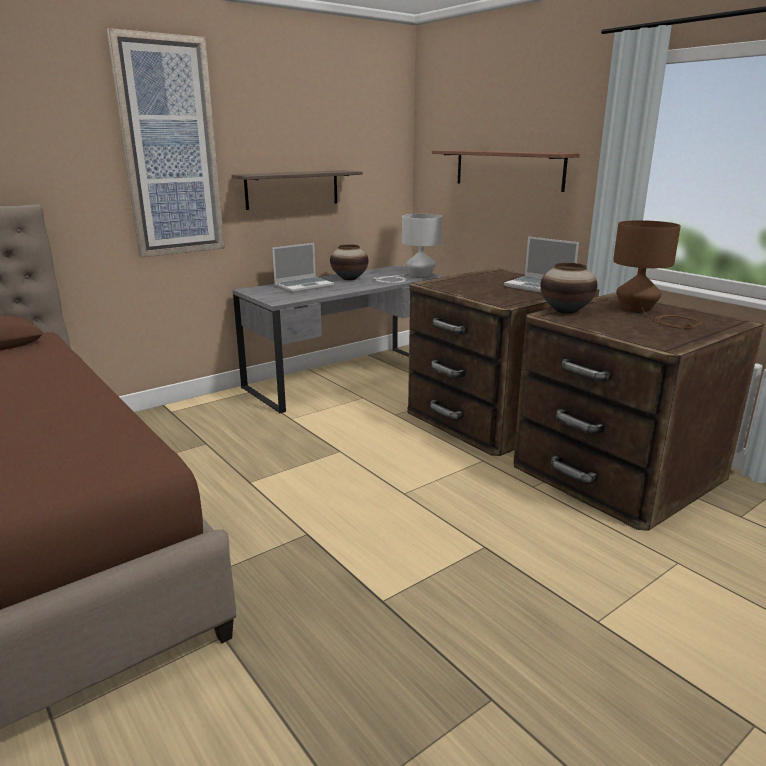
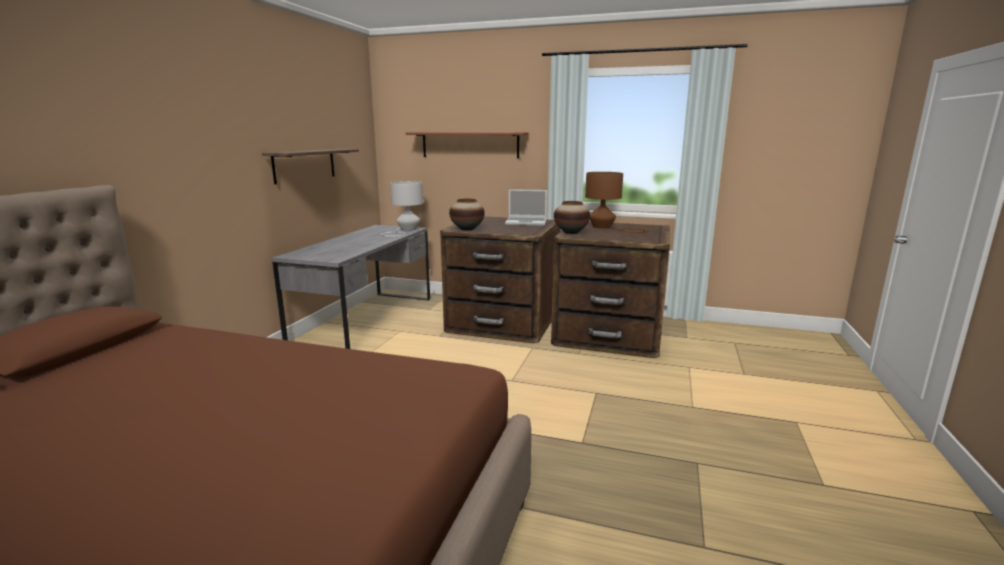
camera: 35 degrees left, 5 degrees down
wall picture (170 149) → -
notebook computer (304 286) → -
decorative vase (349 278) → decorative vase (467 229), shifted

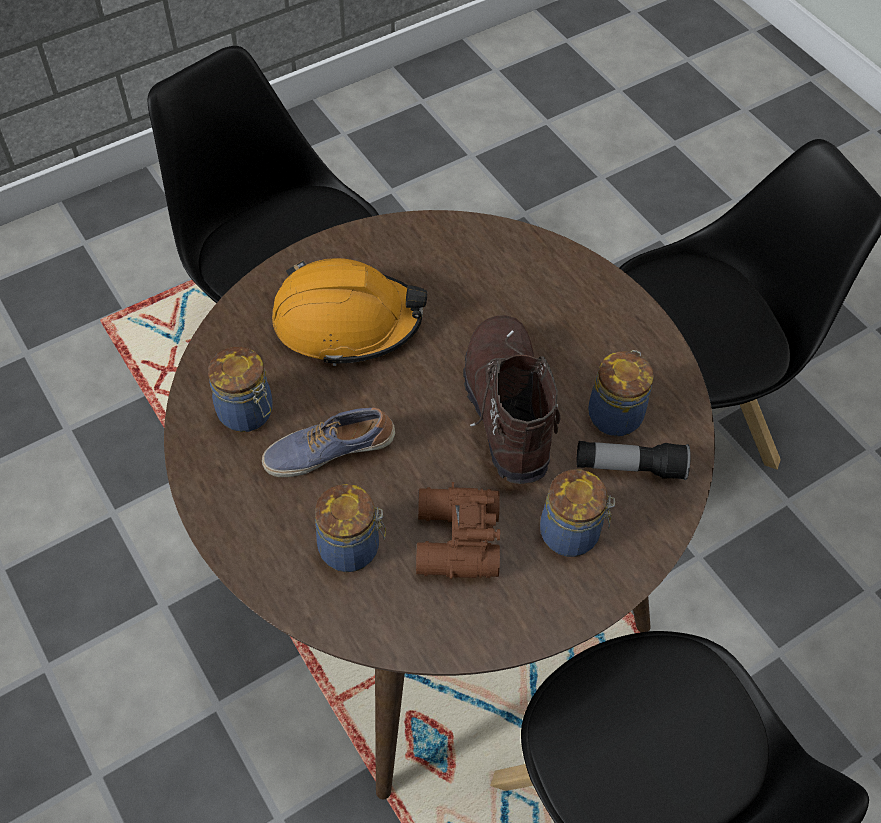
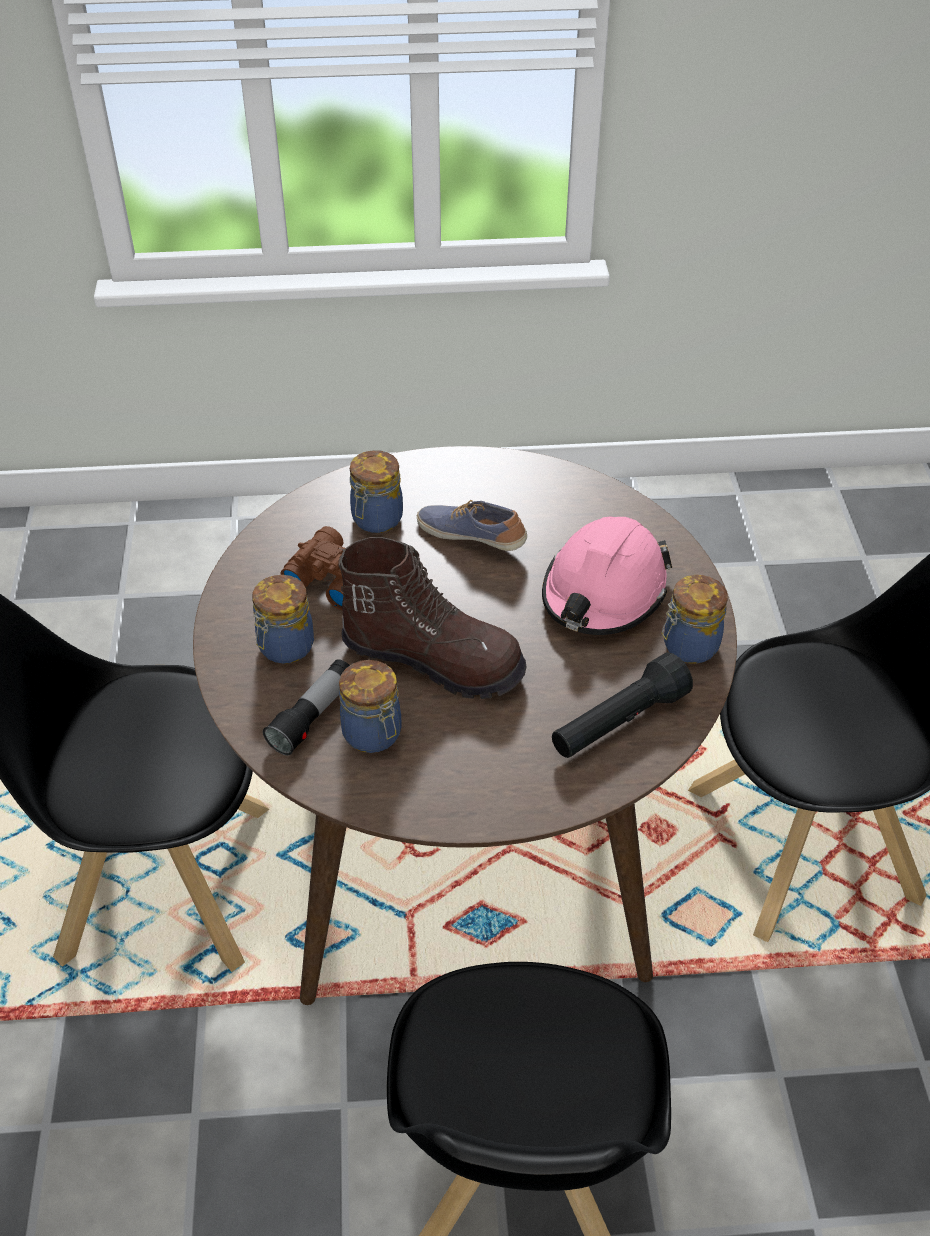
camera: 120 degrees right, 10 degrees down
jar (247 413) → jar (688 646), shifted
item of footwear (329 451) → item of footwear (472 536), 75 degrees counterclockwise
orange hard hat (347 322) → pinkish hard hat (603 592)
- → blackish torch (618 723)

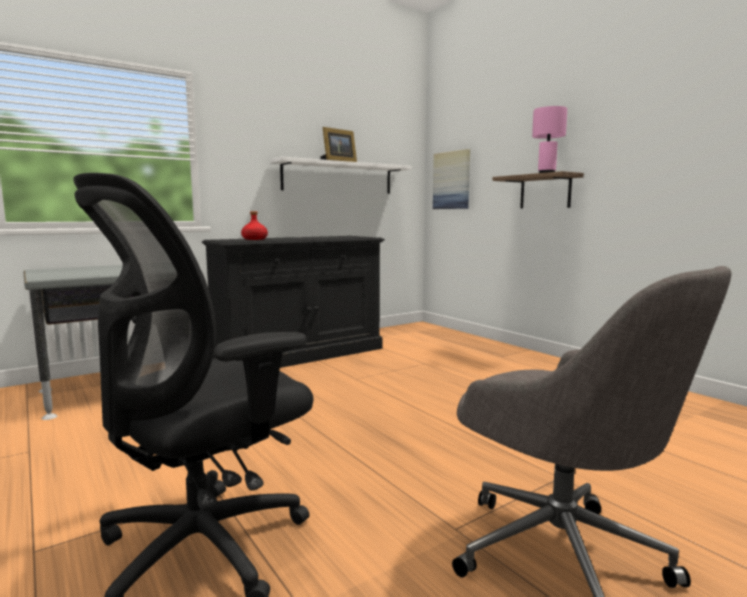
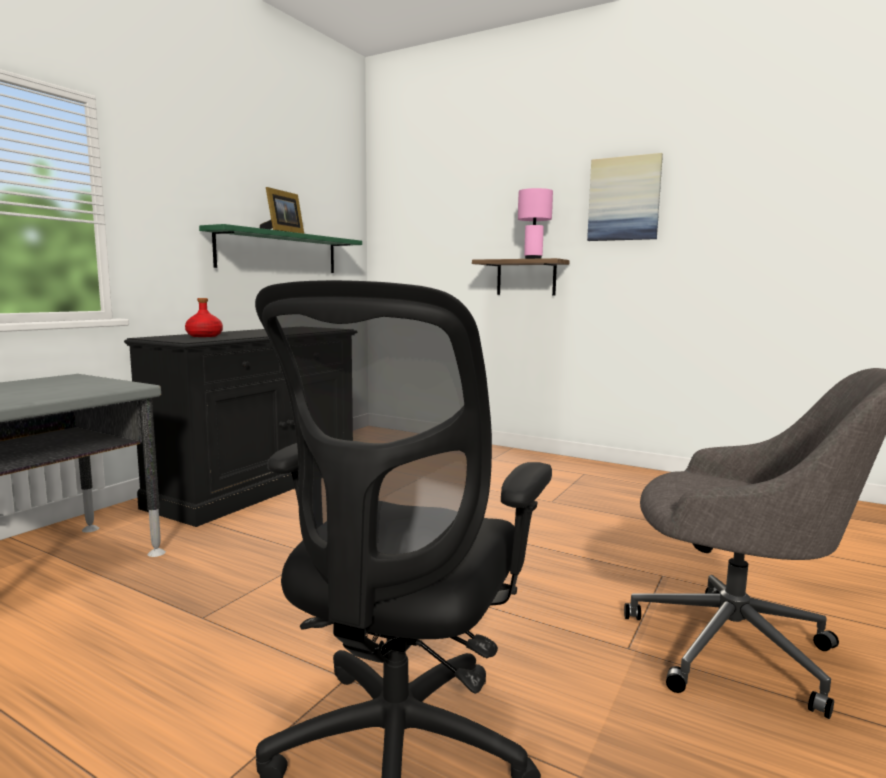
camera: 25 degrees left, 0 degrees up
white-coloured wall shelf (338 178) → greenish wall shelf (279 252)
wall picture (452 180) → wall picture (624 199), shifted

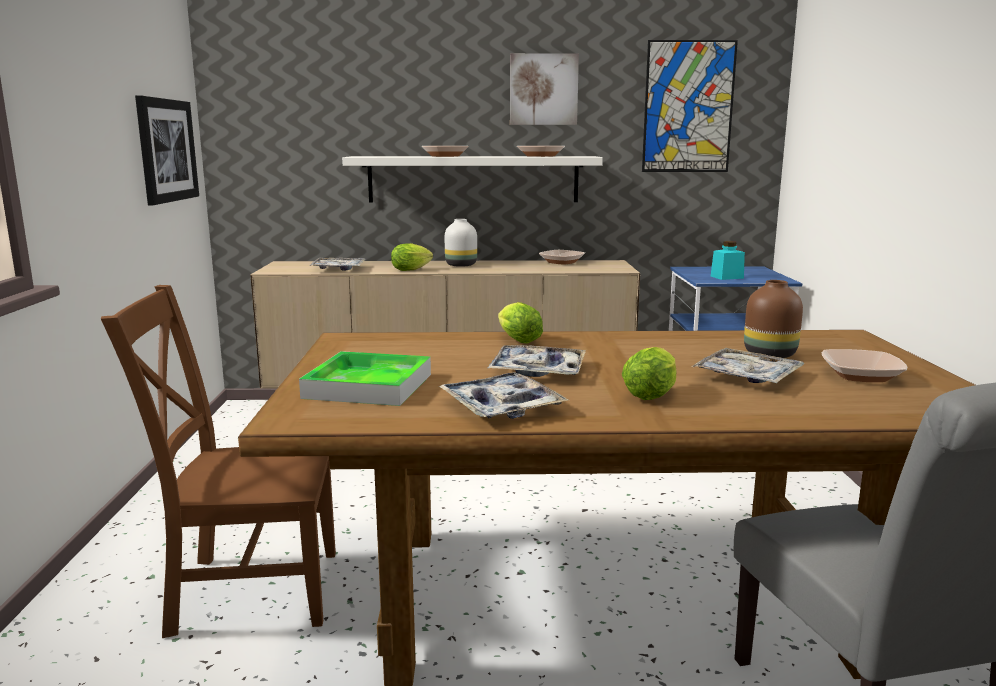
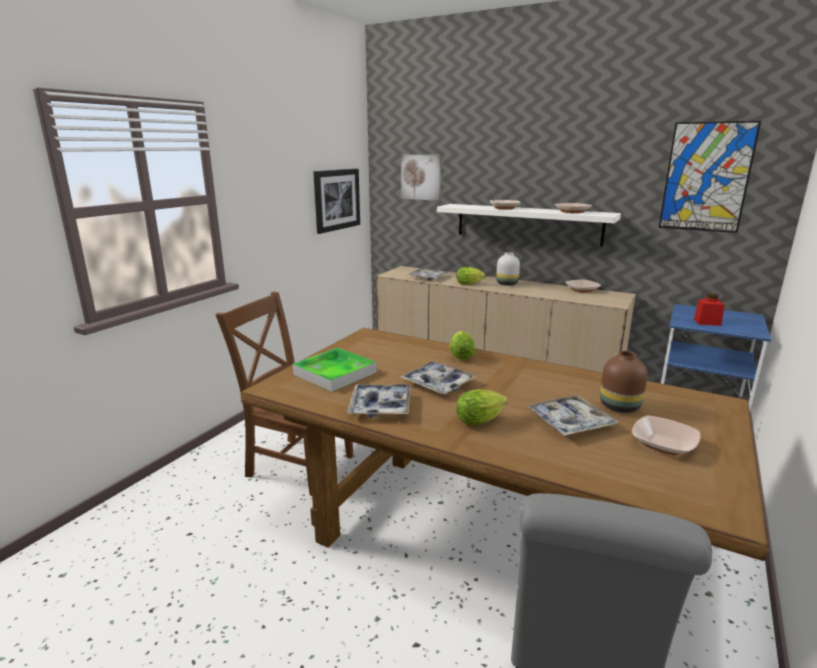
camera: 30 degrees right, 5 degrees up
wall picture (543 89) → wall picture (421 177), shifted
turquoise jar (727 277) → red-coloured jar (707 322)

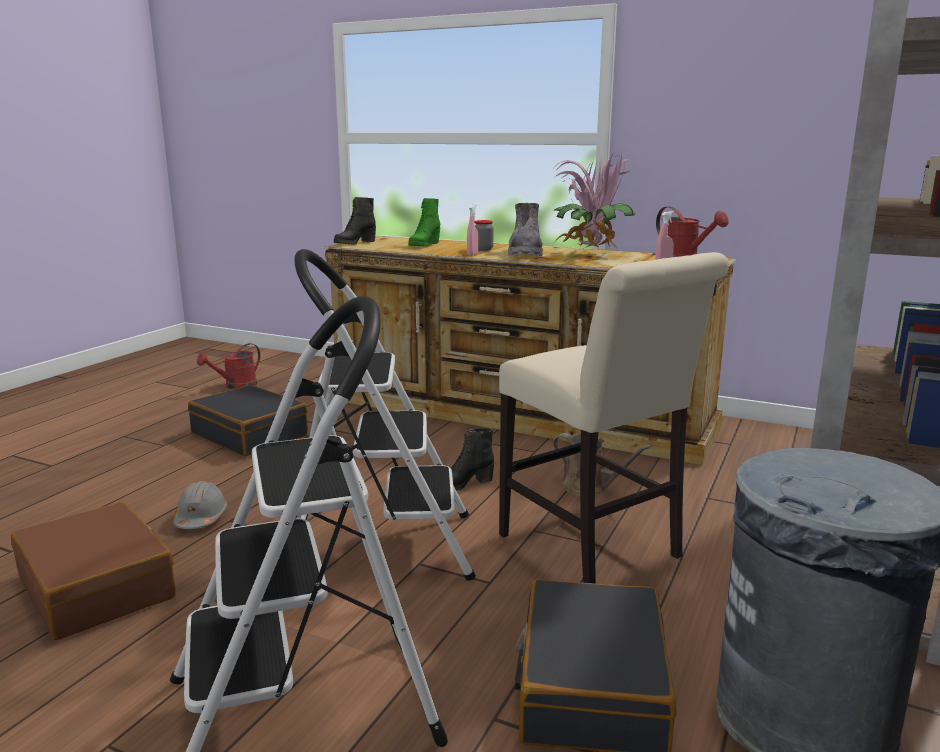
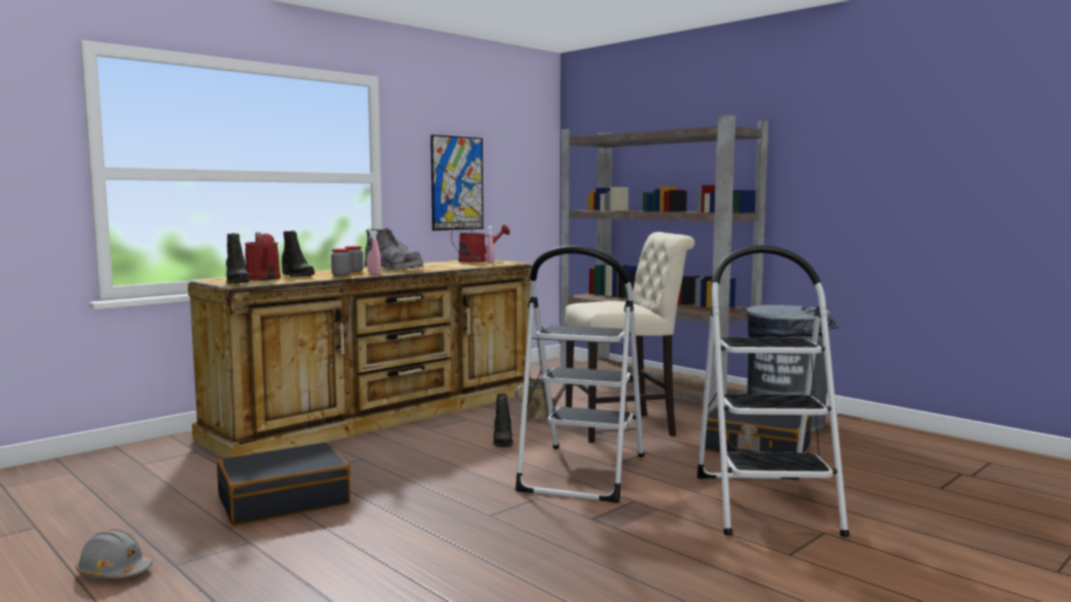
camera: 70 degrees left, 10 degrees down
brown-coloured piece of luggage (97 587) → -
greyish hard hat (201 518) → greyish hard hat (114 571), shifted
red-coloured sprinkling can (236 386) → red-coloured sprinkling can (264 279), shifted
greenish boot (423 245) → blackish boot (297 276)
houseplant (590 255) → -
- → jar (341 276)
- → wall picture (457 183)

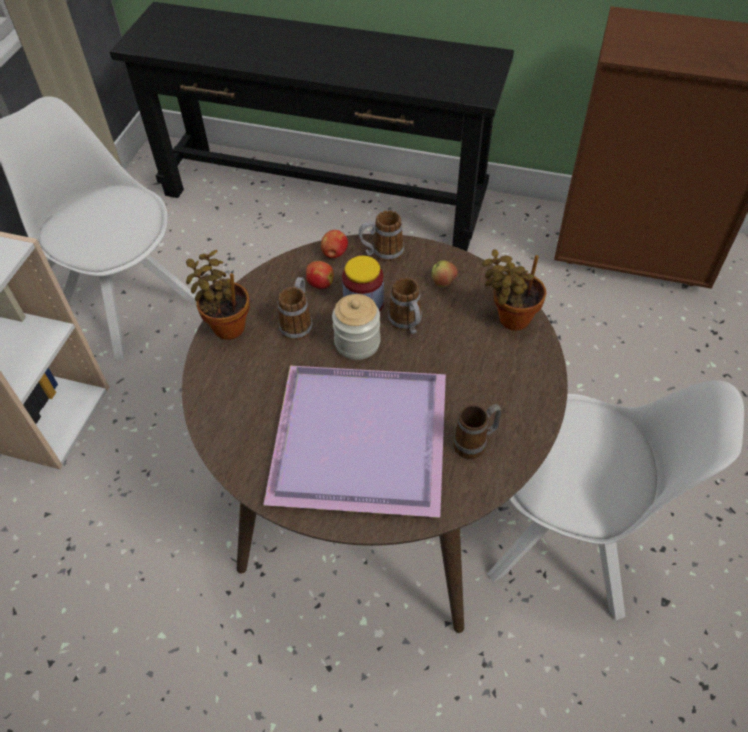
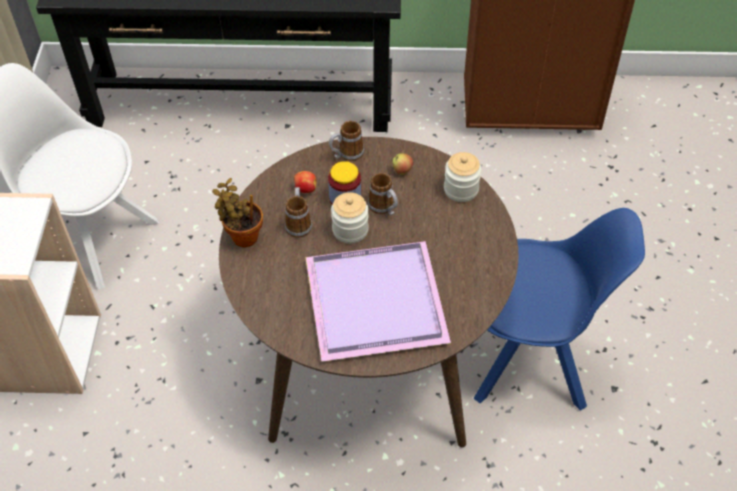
camera: 15 degrees left, 0 degrees up
whole apple (334 254) → -
coffee mug (475 443) → -
houseplant (510 318) → jar (461 189)
white-coloured plain chair (569 542) → bluish plain chair (532 360)

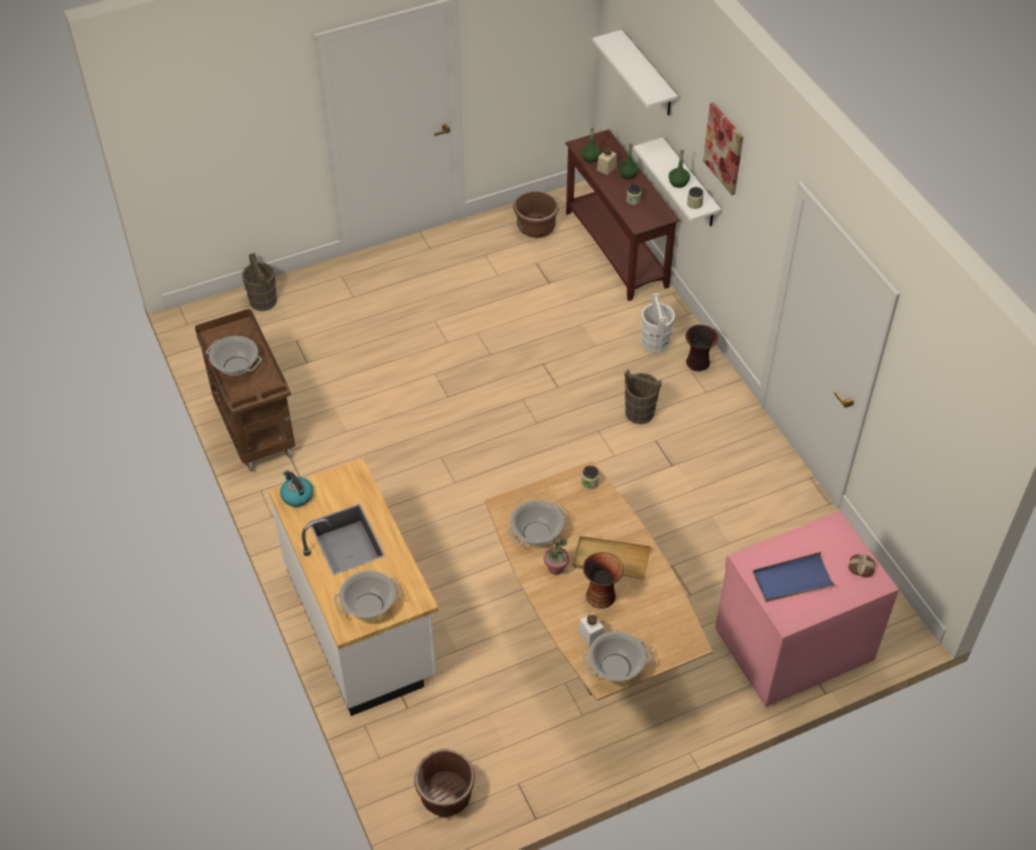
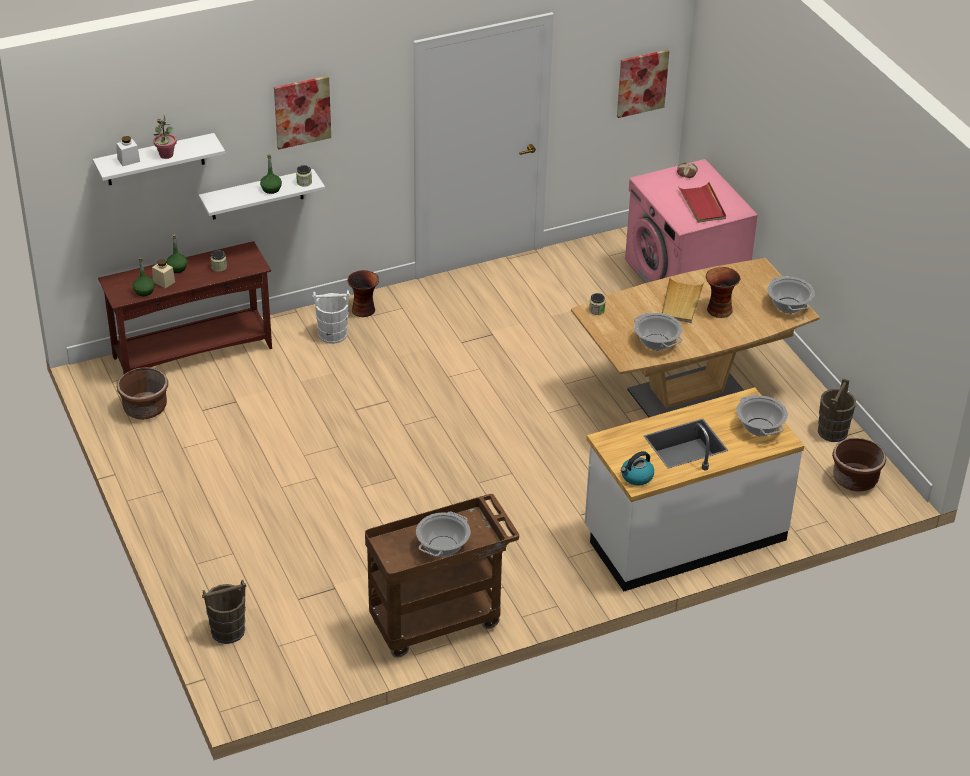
camera: 90 degrees left, 10 degrees down
houseplant (555 568) → houseplant (166 155), shifted
white-coloured jar (591 635) → white-coloured jar (128 160), shifted
brown-coloured bucket (640 413) → brown-coloured bucket (832 432), shifted
bluish tray (792 580) → red-coloured tray (702 205)
- → wall picture (642 83)

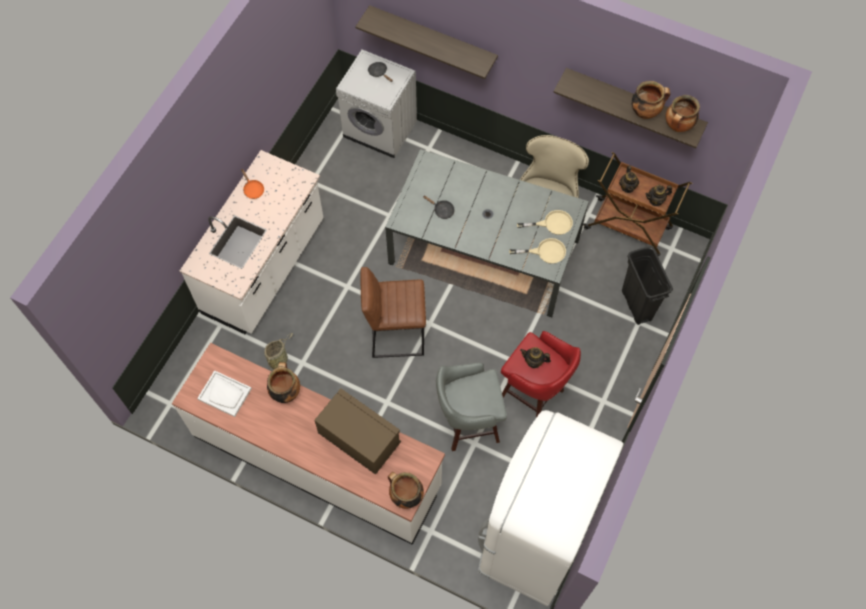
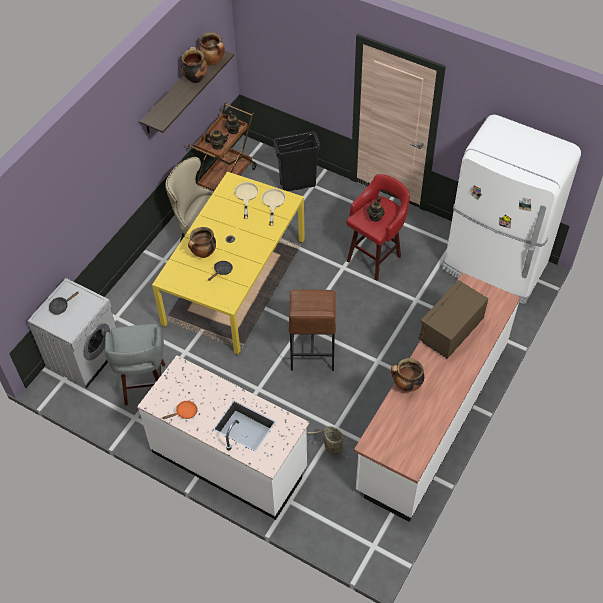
camera: 85 degrees left, 10 degrees down
white-coloured tray (225 394) → -
wall shelf (433 38) → -
greyish dining table (484 252) → yellow-coloured dining table (235 281)
saucepot (405 496) → saucepot (203 253), shifted
greyish sitting stool (467 425) → greyish sitting stool (145 387), shifted

